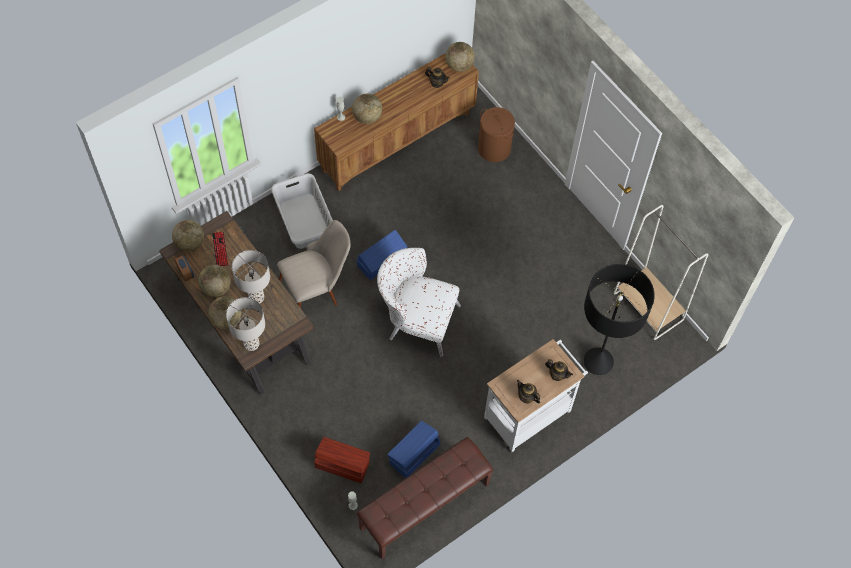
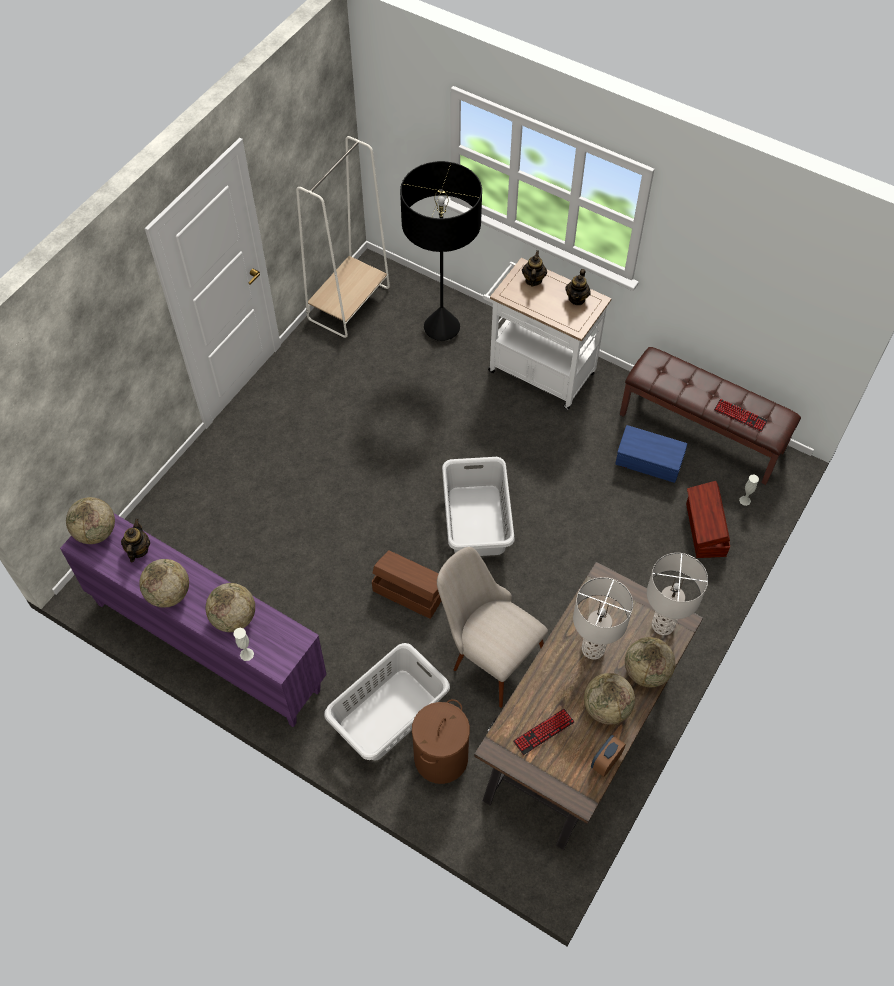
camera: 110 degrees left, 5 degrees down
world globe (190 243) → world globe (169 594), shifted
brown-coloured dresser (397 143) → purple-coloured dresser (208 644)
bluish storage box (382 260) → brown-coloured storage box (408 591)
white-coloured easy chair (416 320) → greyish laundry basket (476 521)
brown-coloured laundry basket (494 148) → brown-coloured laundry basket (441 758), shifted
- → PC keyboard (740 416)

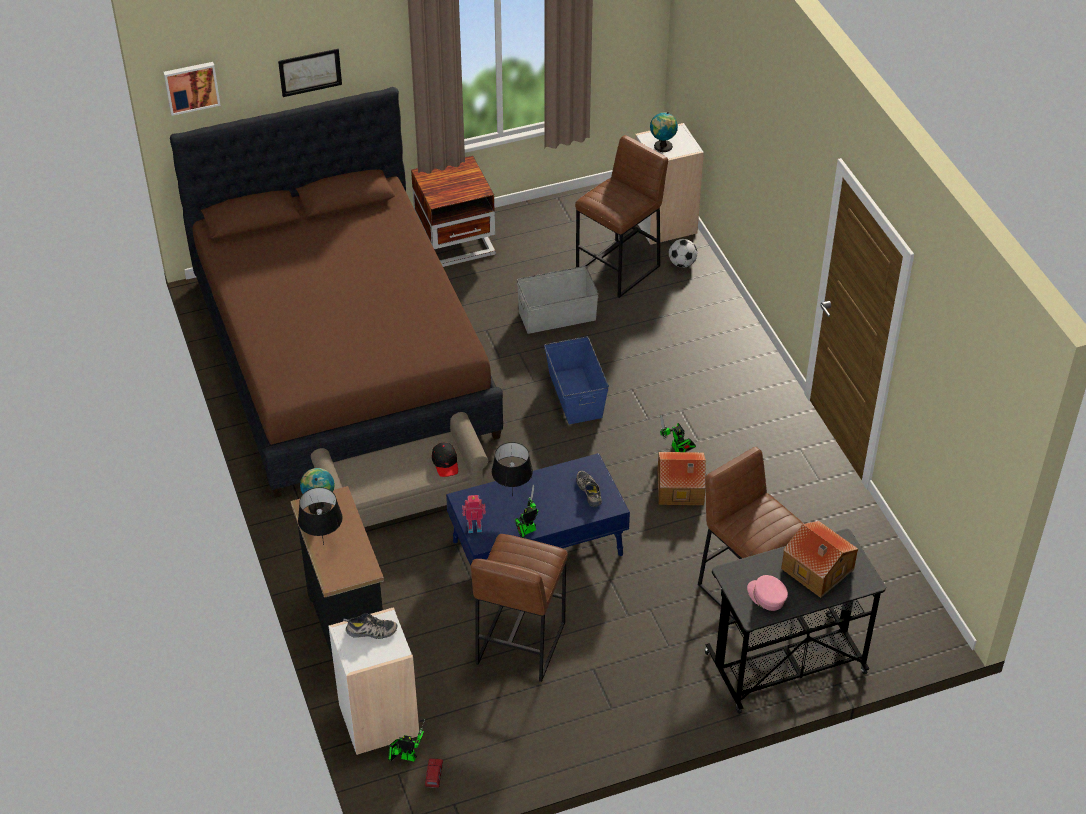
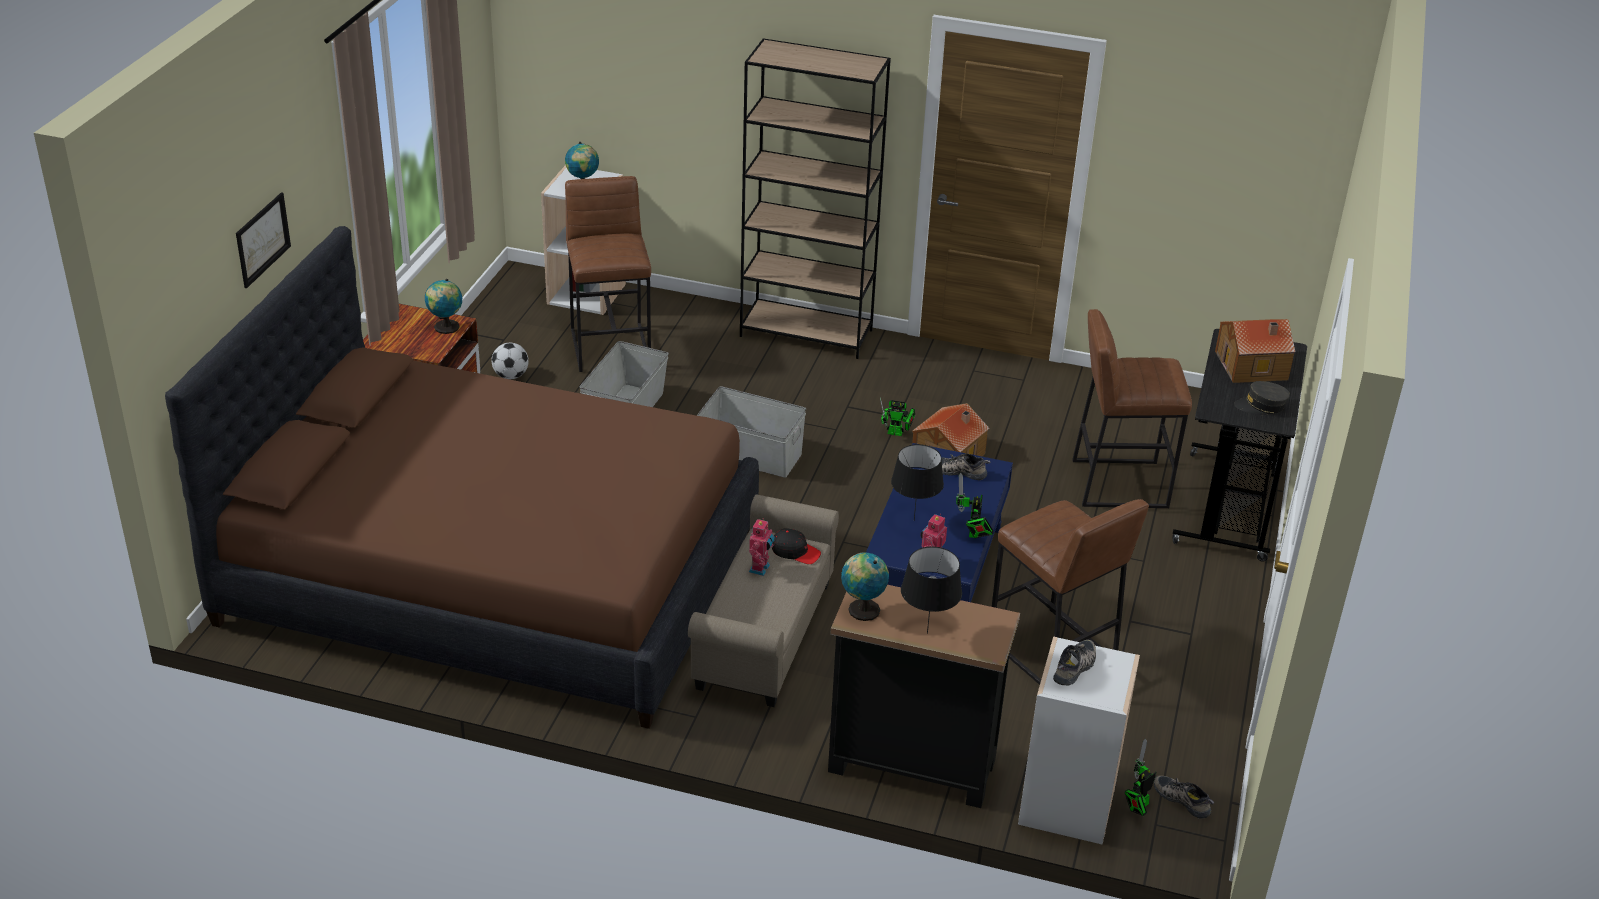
camera: 55 degrees left, 10 degrees down
wall picture (191 87) → -
toy truck (434 777) → item of footwear (1183 799)
bluish storage box (575 395) → greyish storage box (751 455)
football ball (682 263) → football ball (511 376), shifted
pinkish peaked cap (766 597) → greyish peaked cap (1261 406)
- → world globe (446 328)
- → beige-coloured bookcase (807 333)
- → toy robot (760 569)

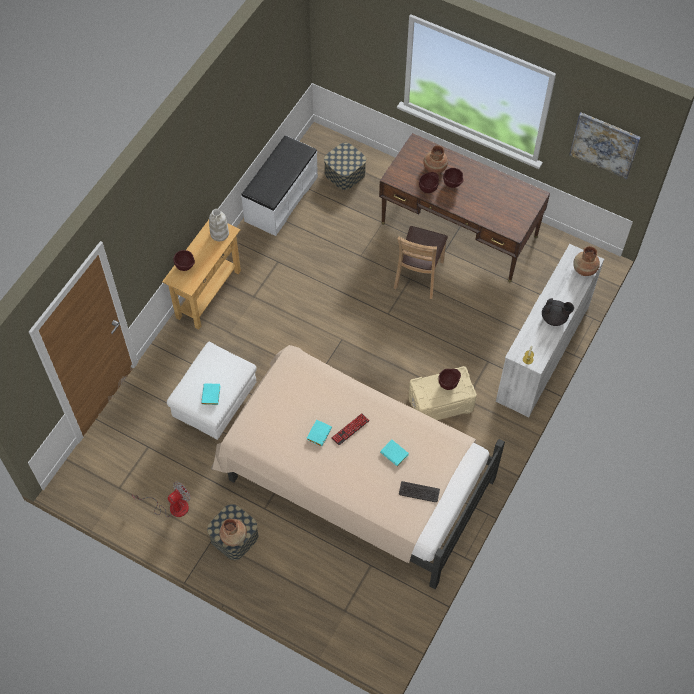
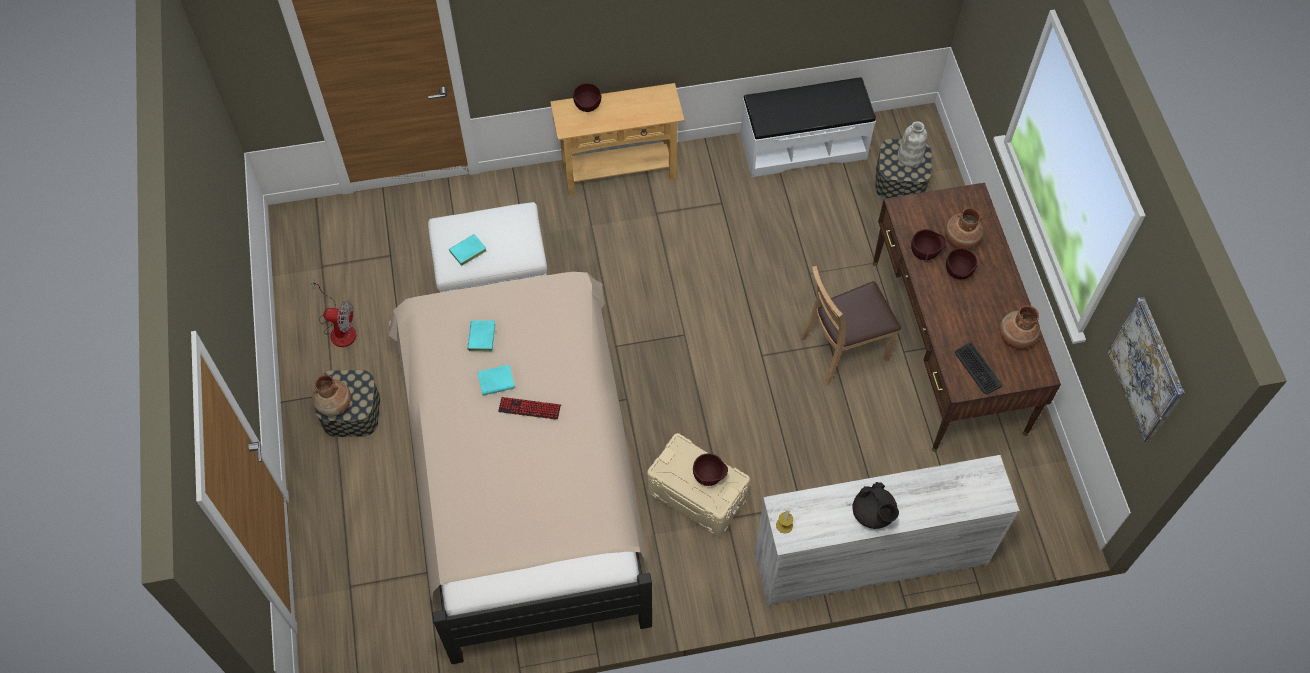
camera: 50 degrees right, 0 degrees up
white-coloured decorative vase (219 234) → white-coloured decorative vase (909 158), shifted
turquoise bound book (395 454) → turquoise bound book (483 338), shifted
PC keyboard (419 492) → PC keyboard (977 369), shifted
brown-coloured decorative vase (584 269) → brown-coloured decorative vase (1015 337), shifted

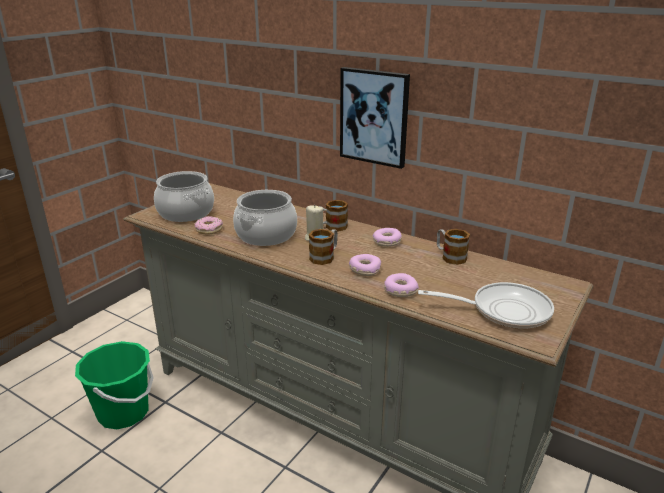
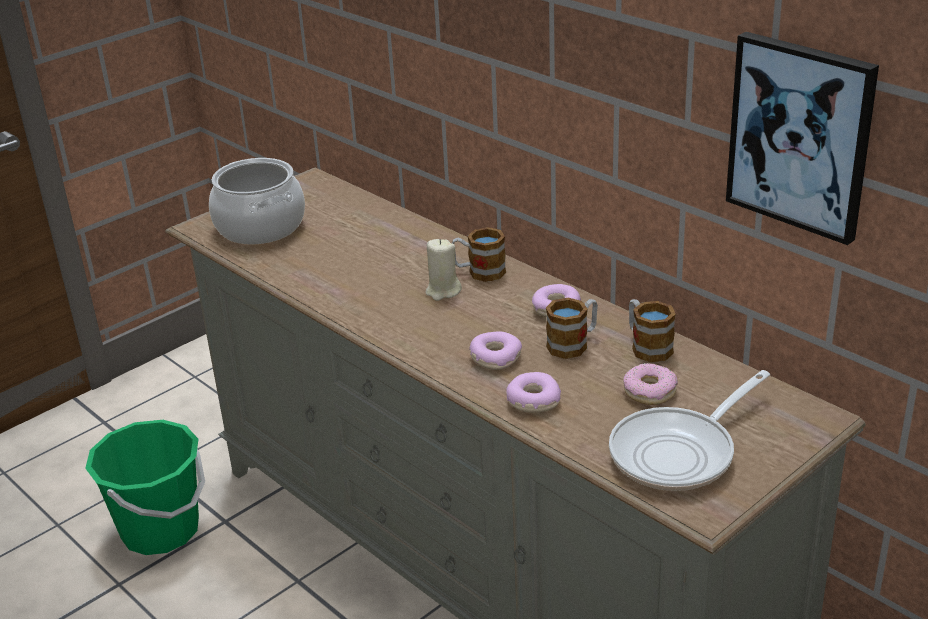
camera: 15 degrees right, 5 degrees up
ring doughnut (209 229) → ring doughnut (650 391), shifted
saucepot (266 235) → -
coffee mug (325 257) → coffee mug (573 343), shifted
wall picture (374 117) → wall picture (800 135), shifted
skillet (503 310) → skillet (679 453), 120 degrees clockwise

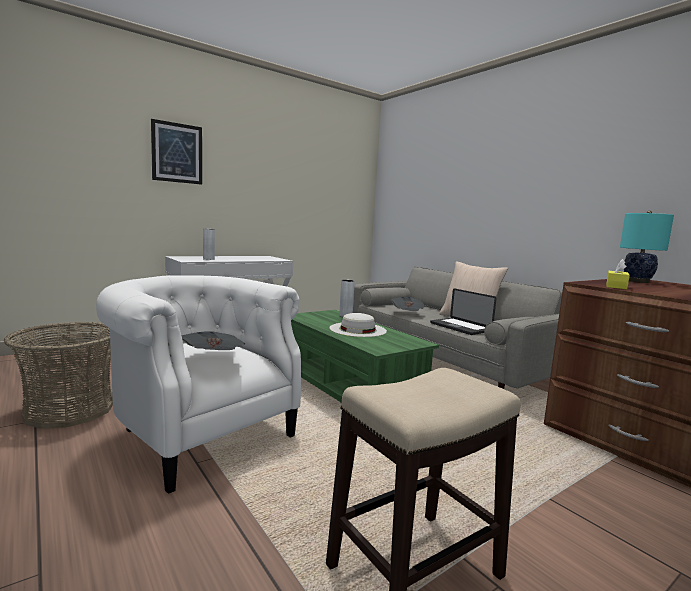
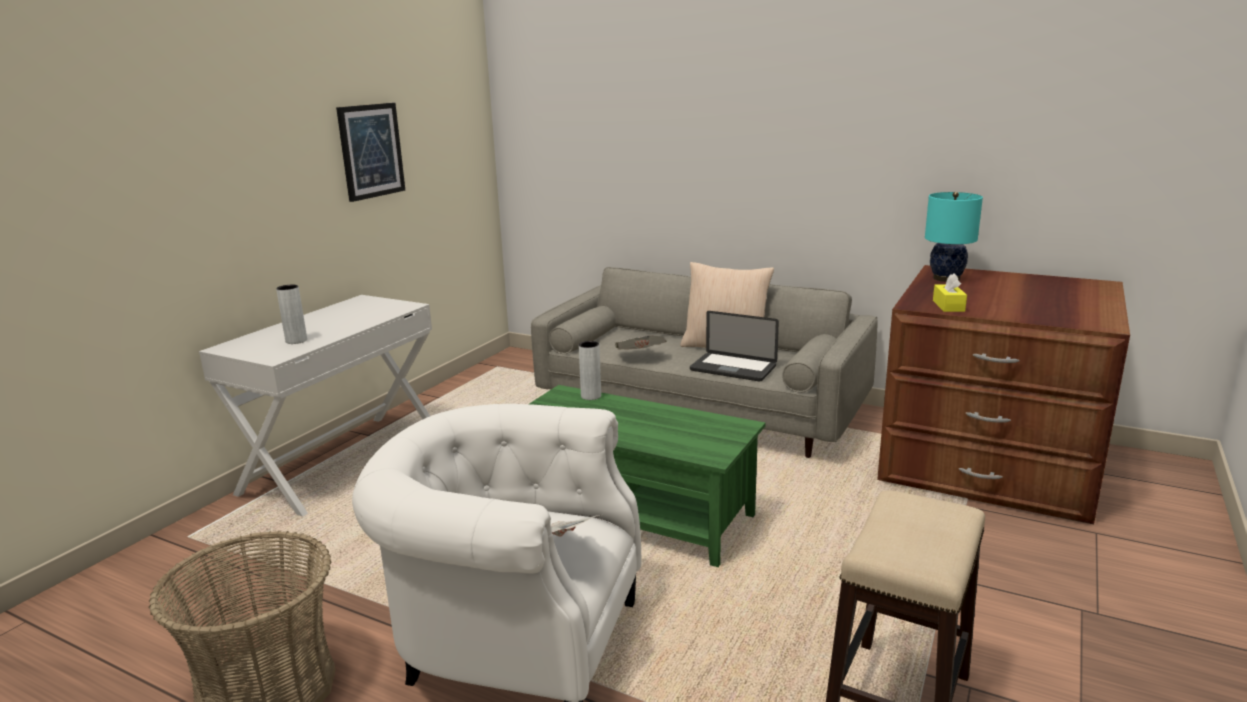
camera: 25 degrees left, 10 degrees up
wall picture (177 153) → wall picture (371 151), shifted
white-coloured wearable hat (357 329) → -

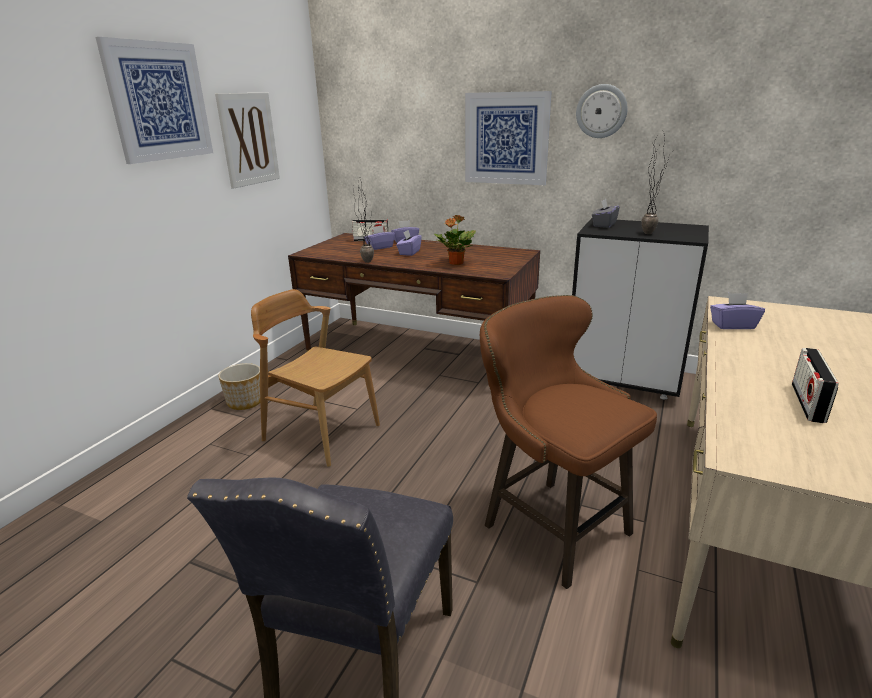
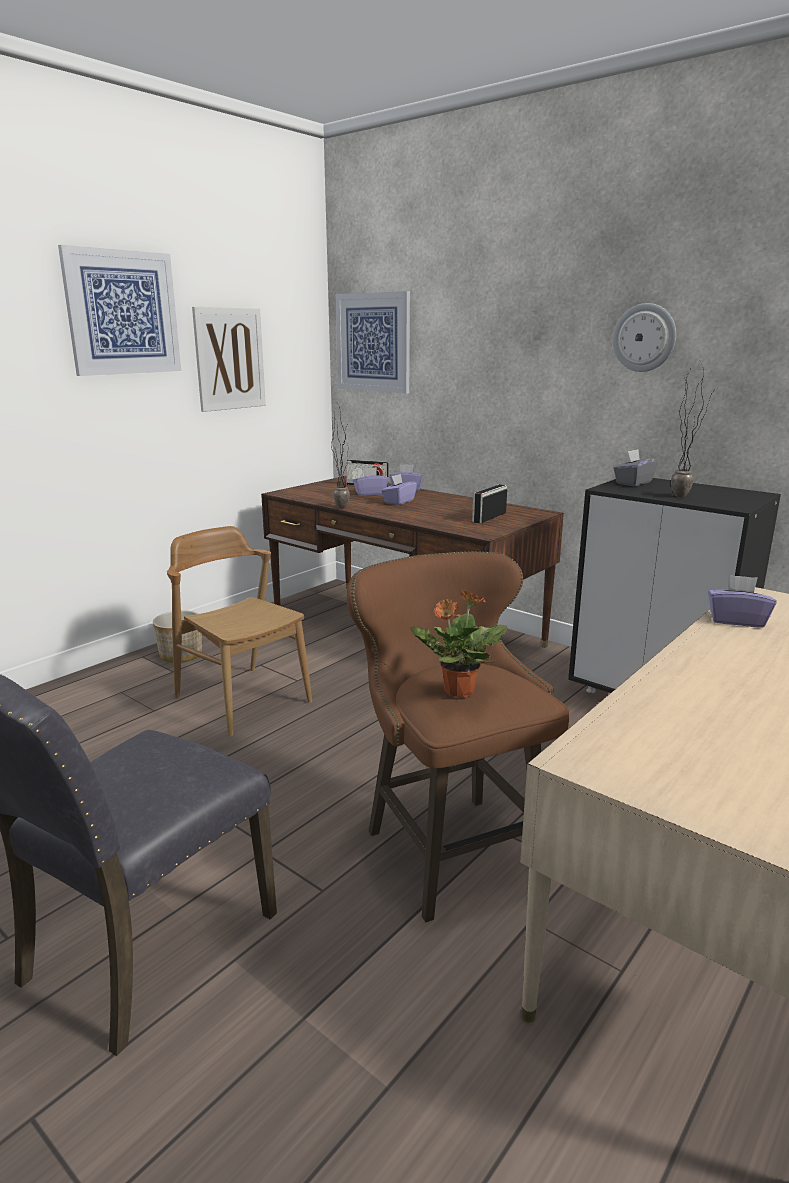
camera: 15 degrees right, 5 degrees down
houseplant (455 263) → houseplant (457 691), shifted
wall picture (506 138) → wall picture (373 342), shifted
radio set (807 403) → radio set (489 517), shifted

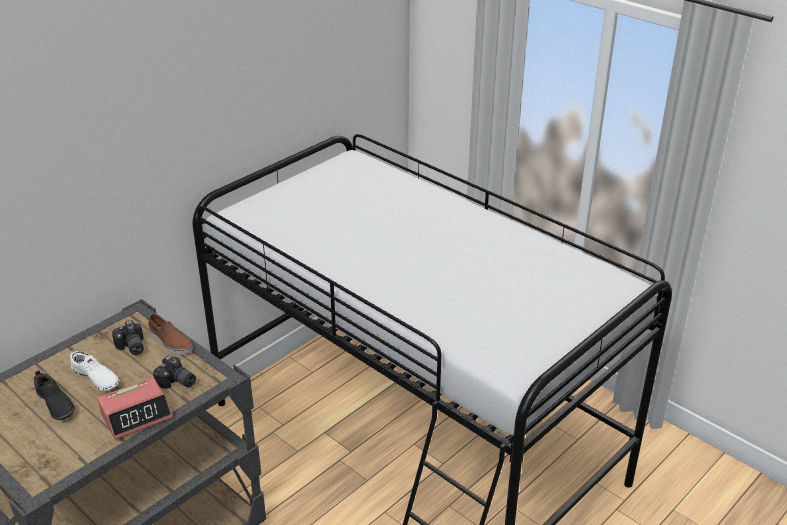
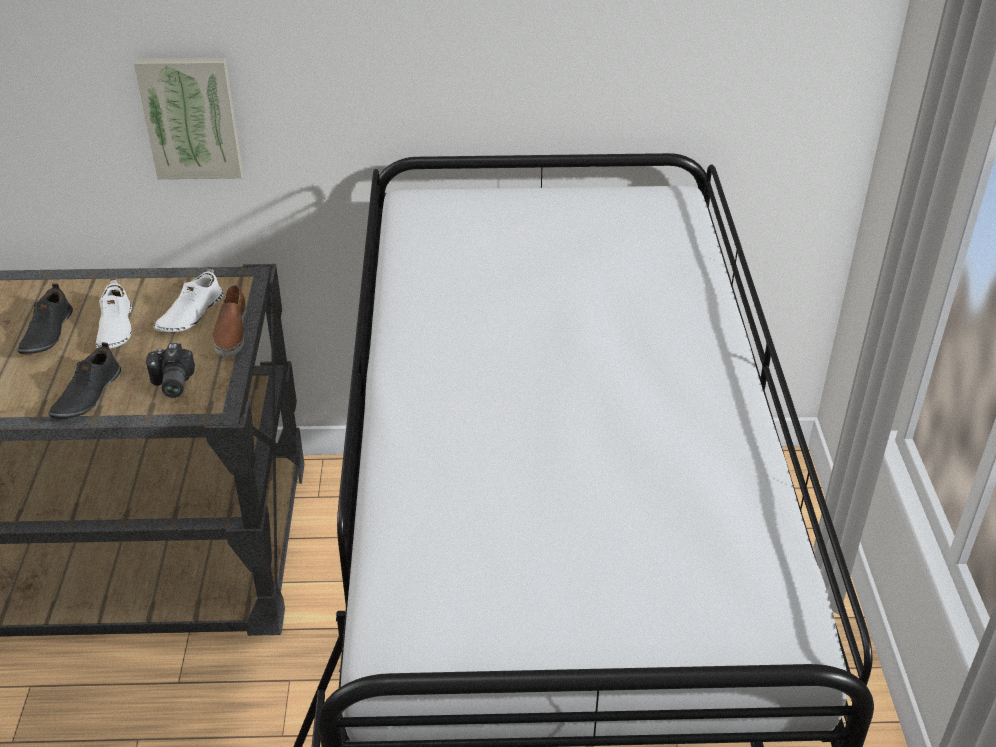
camera: 45 degrees right, 5 degrees up
alarm clock (136 415) → blackish item of footwear (86 395)
still camera (130 347) → white-coloured item of footwear (190 314)
- → wall picture (191 116)

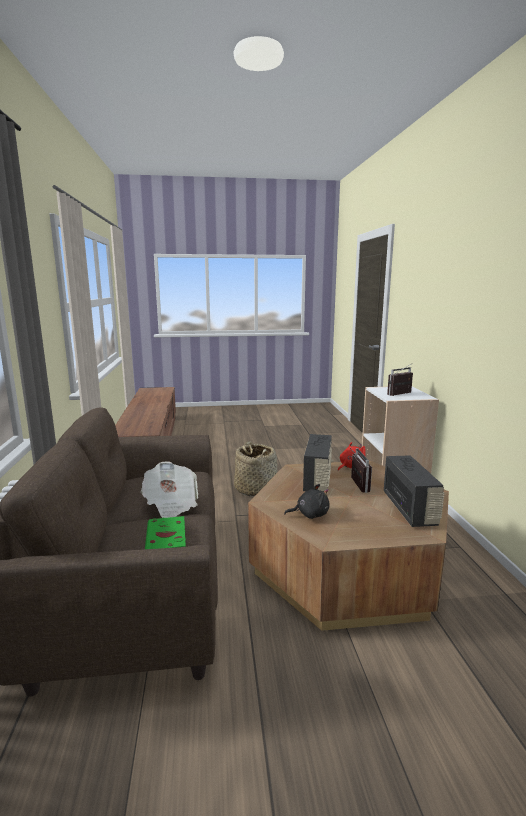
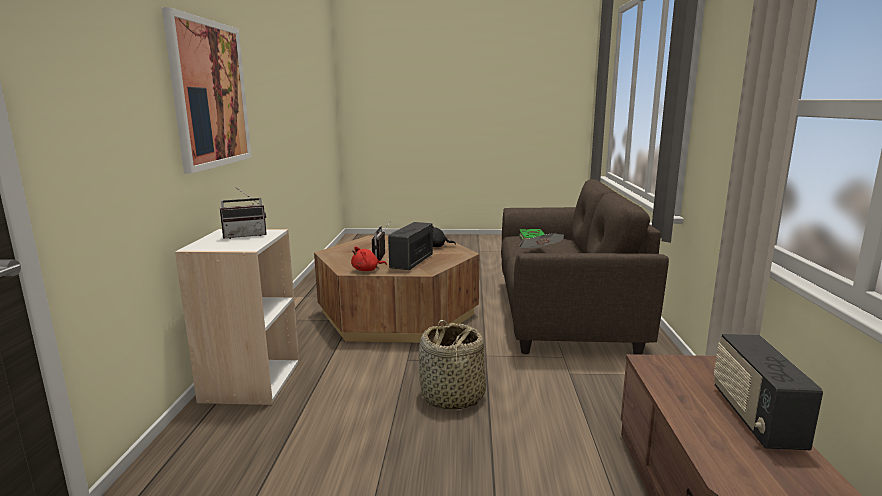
camera: 170 degrees left, 0 degrees up
radio set (410 509) → radio set (755 417), shifted
- → wall picture (210 94)

